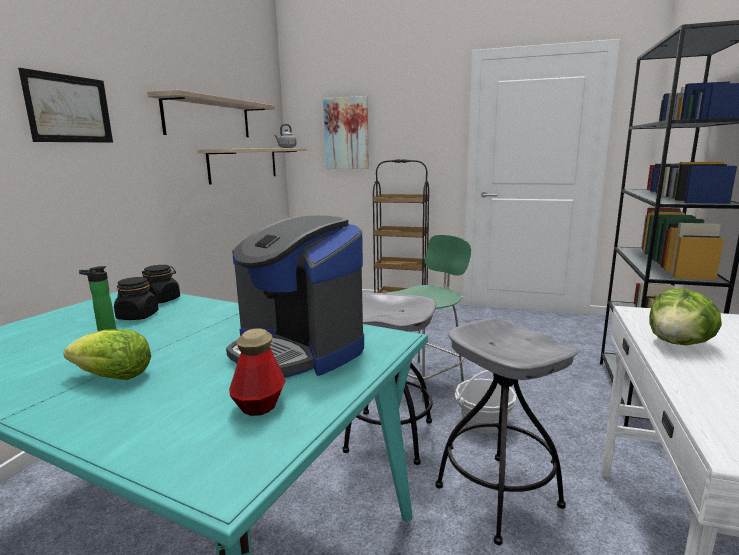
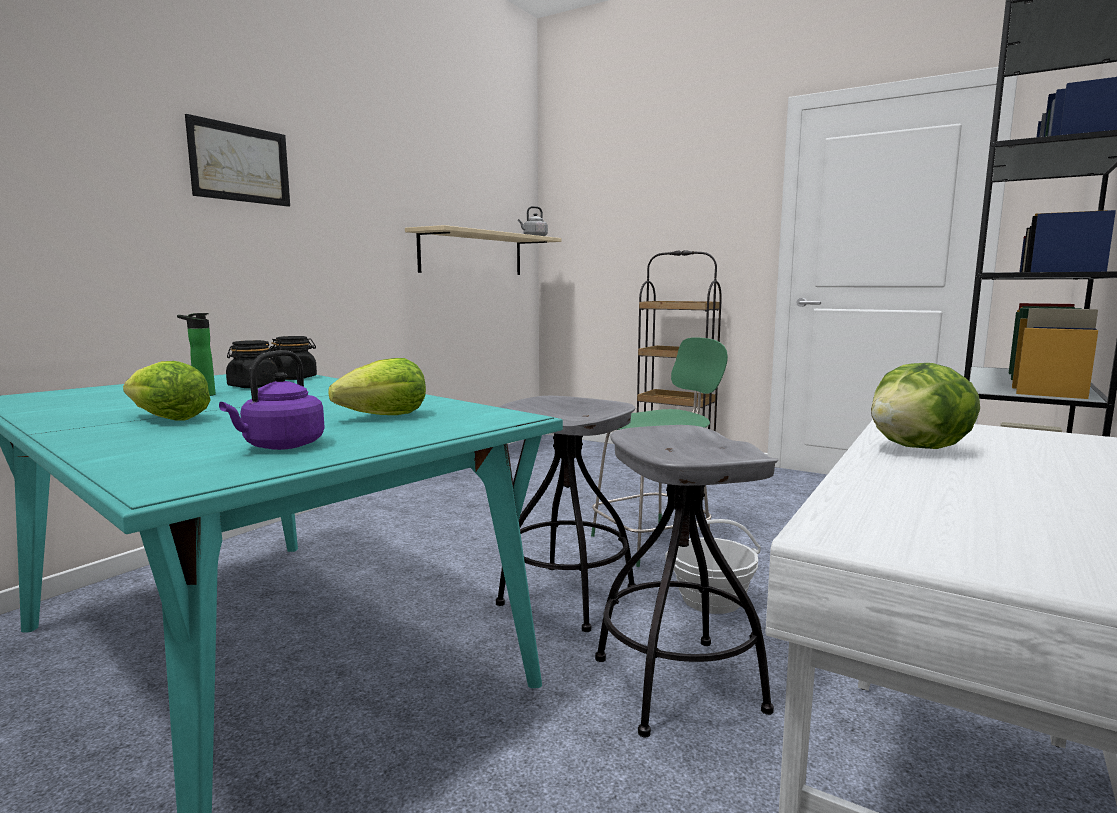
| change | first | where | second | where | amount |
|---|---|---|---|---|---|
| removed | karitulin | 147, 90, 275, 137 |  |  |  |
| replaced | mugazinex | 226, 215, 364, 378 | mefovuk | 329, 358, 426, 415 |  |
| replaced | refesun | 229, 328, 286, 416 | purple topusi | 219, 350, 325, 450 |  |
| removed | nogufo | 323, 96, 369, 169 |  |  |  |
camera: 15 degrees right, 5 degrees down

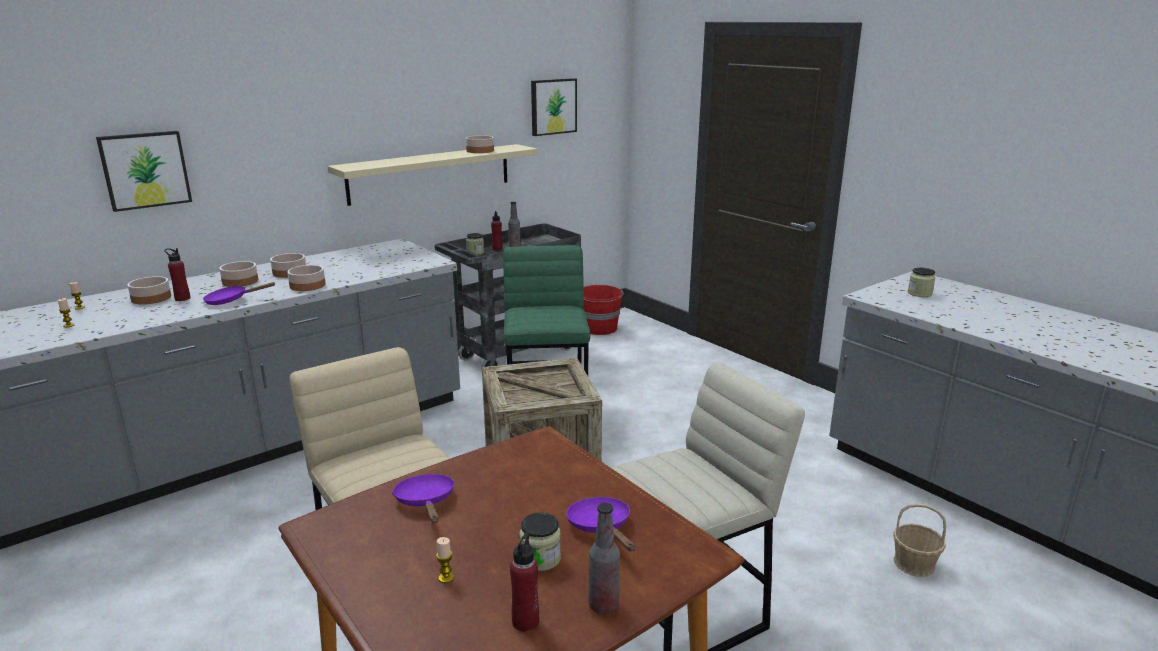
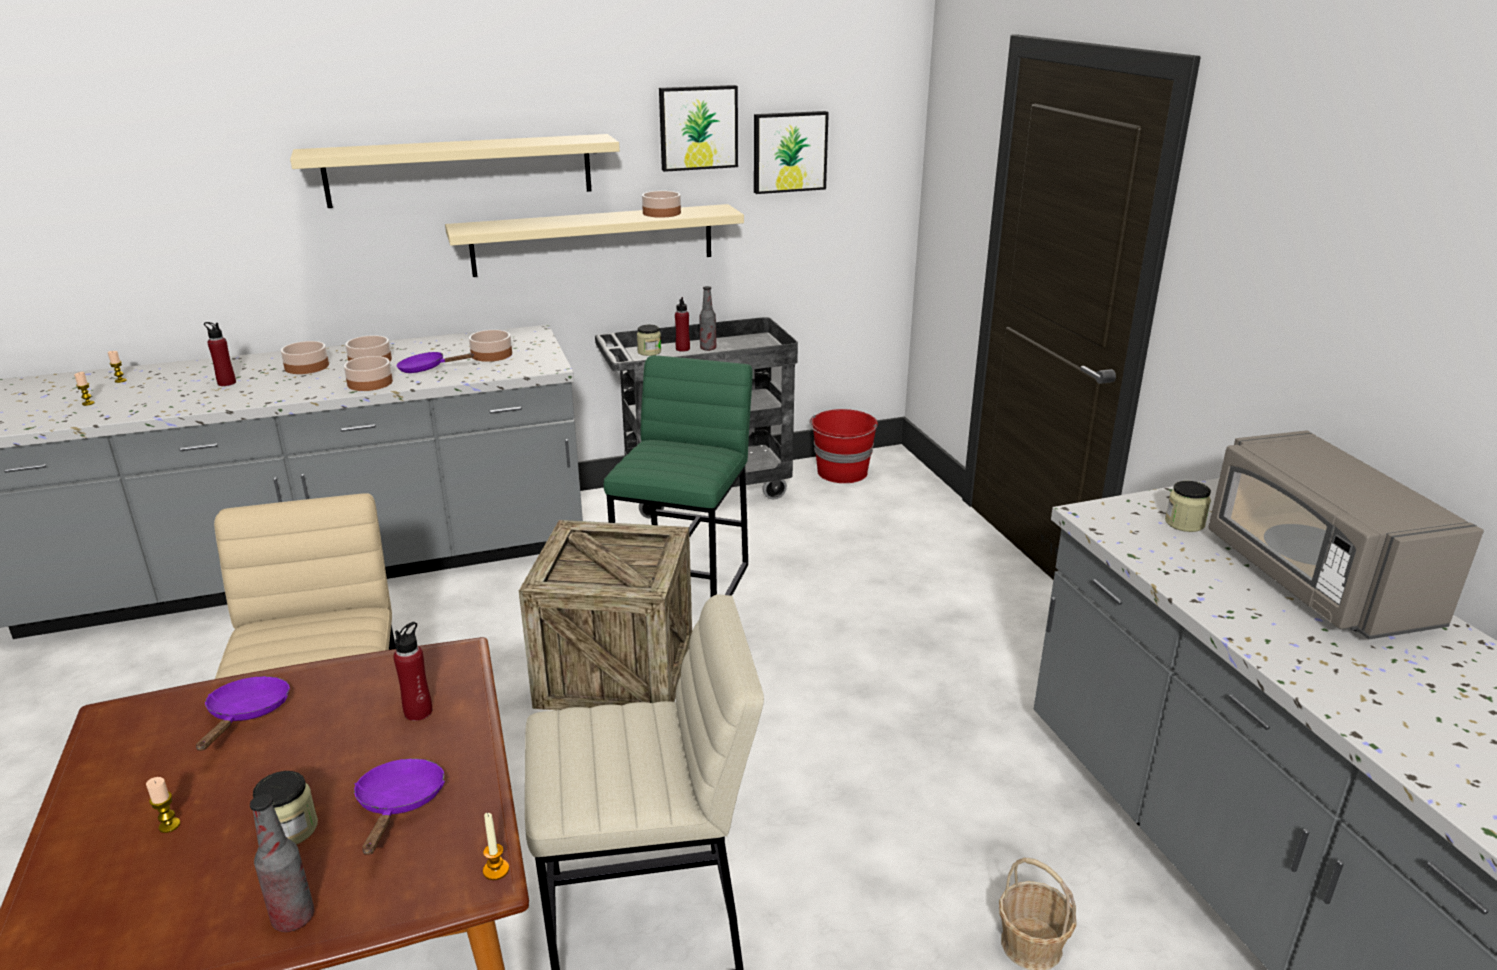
| change | first | where | second | where | amount |
|---|---|---|---|---|---|
| moved | nogufo | 96, 131, 192, 212 |  | 659, 85, 738, 172 |  |
| moved | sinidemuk | 127, 276, 171, 304 |  | 469, 330, 512, 362 |  |
| moved | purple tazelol | 203, 282, 275, 305 |  | 397, 352, 474, 373 |  |
| moved | red refesun | 510, 532, 539, 632 |  | 393, 622, 432, 721 |  |
| added |  |  | beige karitulin | 290, 134, 620, 208 |  |
| added |  |  | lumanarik | 483, 813, 509, 880 |  |
| added |  |  | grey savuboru | 1208, 430, 1484, 639 |  |
camera: 20 degrees right, 5 degrees up

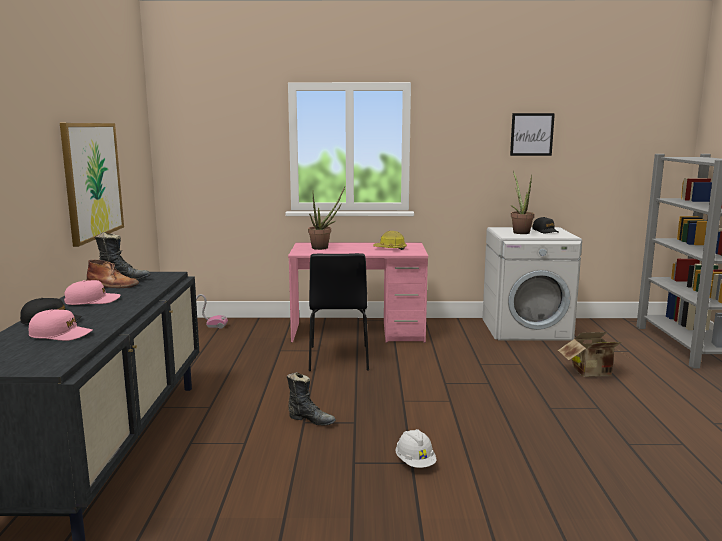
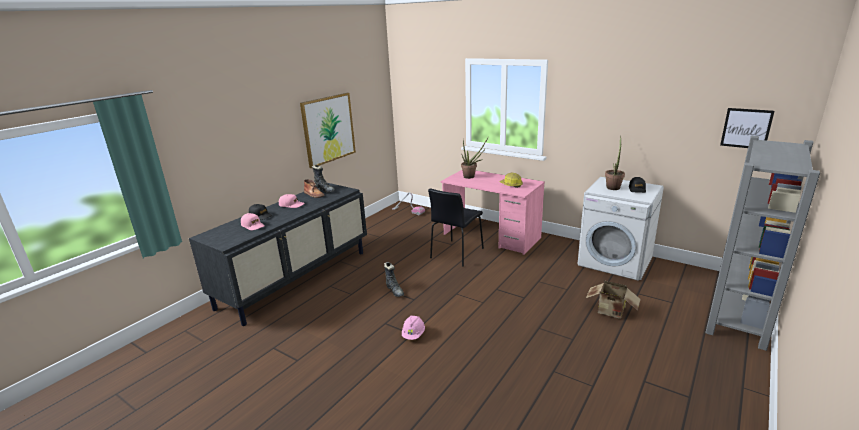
| change | first | where | second | where | amount |
|---|---|---|---|---|---|
| recoloured | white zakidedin | 395, 429, 437, 468 | pink zakidedin | 402, 315, 425, 340 |  |
| moved | nogufo | 510, 113, 555, 156 |  | 720, 108, 774, 148 |  |
camera: 35 degrees right, 10 degrees up

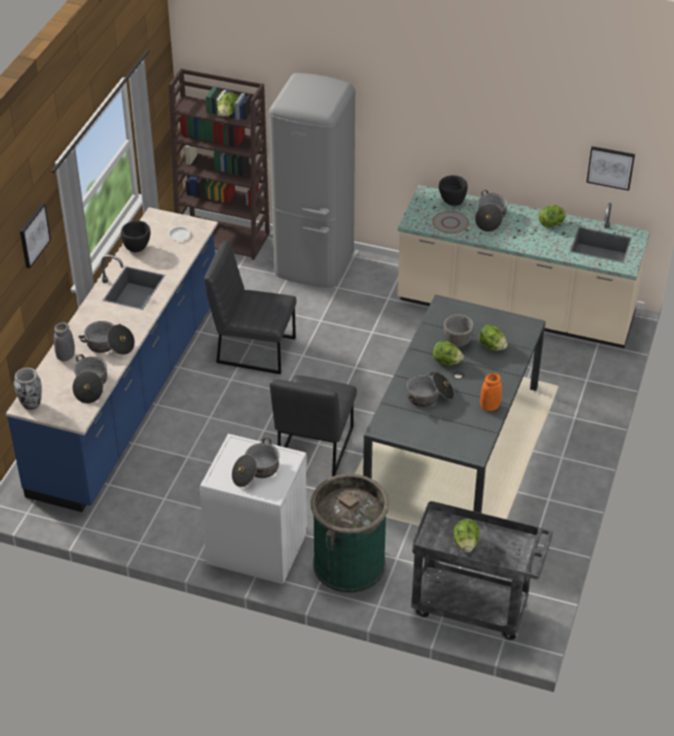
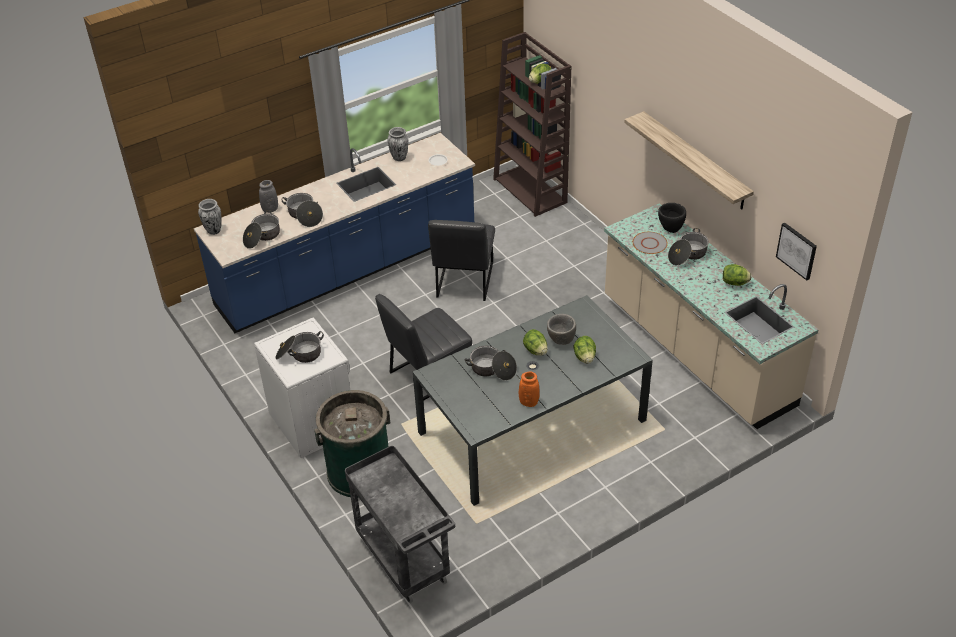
| change | first | where | second | where | amount |
|---|---|---|---|---|---|
| removed | nogufo | 20, 203, 51, 268 |  |  |  |
| replaced | black sinidemuk | 121, 220, 150, 252 | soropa | 388, 127, 408, 161 |  |
| turned | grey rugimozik | 204, 241, 297, 374 |  | 428, 220, 495, 301 | 135 degrees counterclockwise |
| removed | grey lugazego | 269, 73, 355, 288 |  |  |  |
| removed | mefovuk | 453, 519, 480, 553 |  |  |  |
| added |  |  | karitulin | 624, 111, 754, 209 |  |
camera: 40 degrees right, 0 degrees up

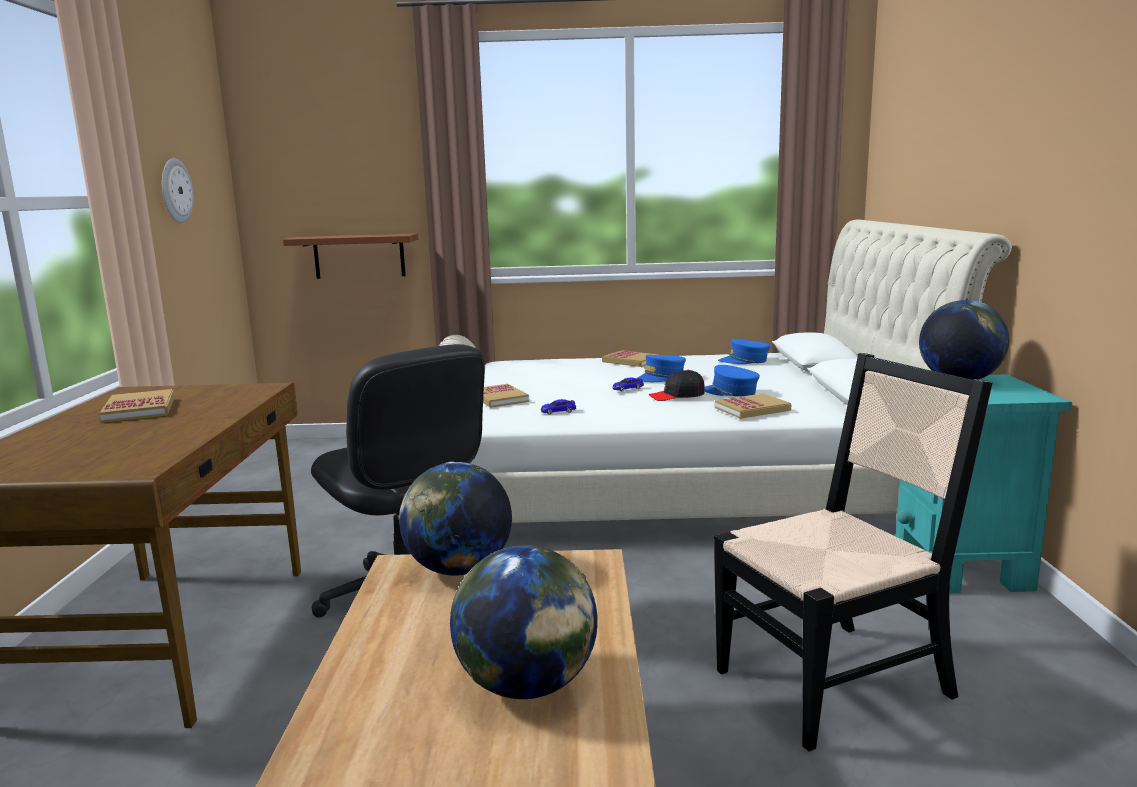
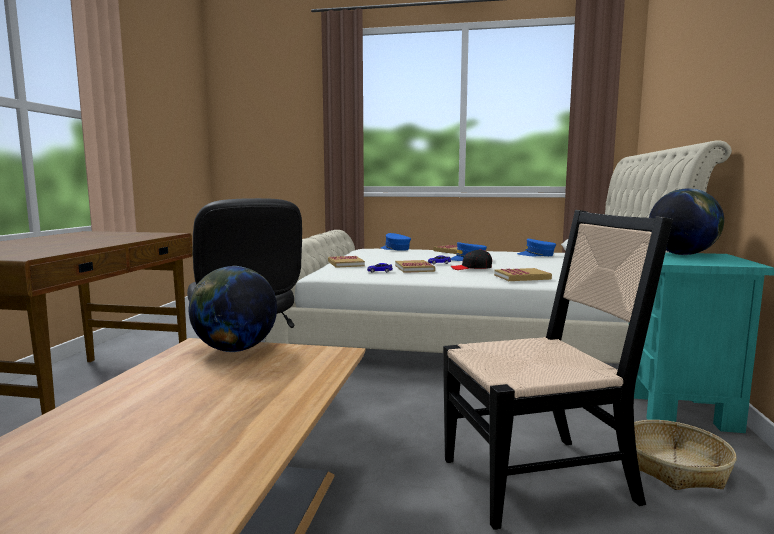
| change | first | where | second | where | amount |
|---|---|---|---|---|---|
| moved | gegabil | 100, 389, 175, 423 |  | 395, 260, 435, 273 |  |
| removed | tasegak | 162, 158, 194, 223 |  |  |  |
| removed | brown karitulin | 283, 233, 418, 279 |  |  |  |
| removed | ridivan | 450, 545, 598, 699 |  |  |  |
| moved | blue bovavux | 704, 365, 760, 397 |  | 381, 233, 411, 251 |  |
| added |  |  | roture | 634, 420, 736, 490 |  |
camera: 10 degrees right, 5 degrees down

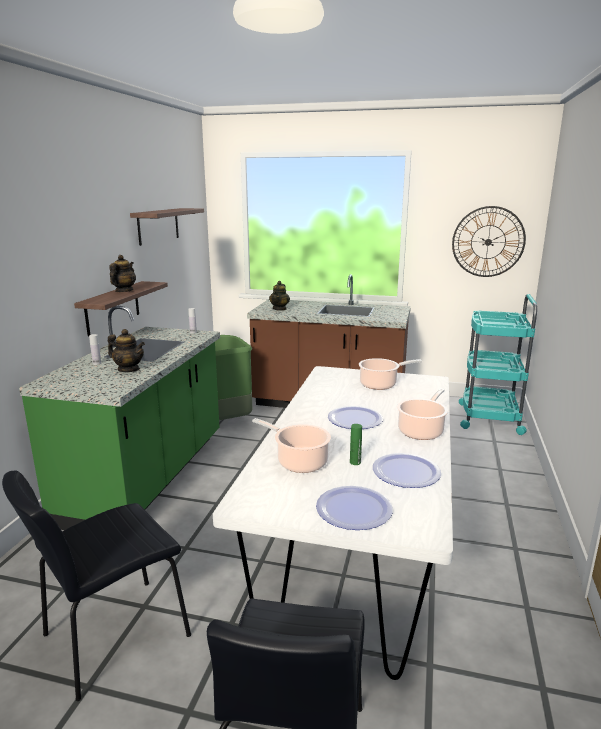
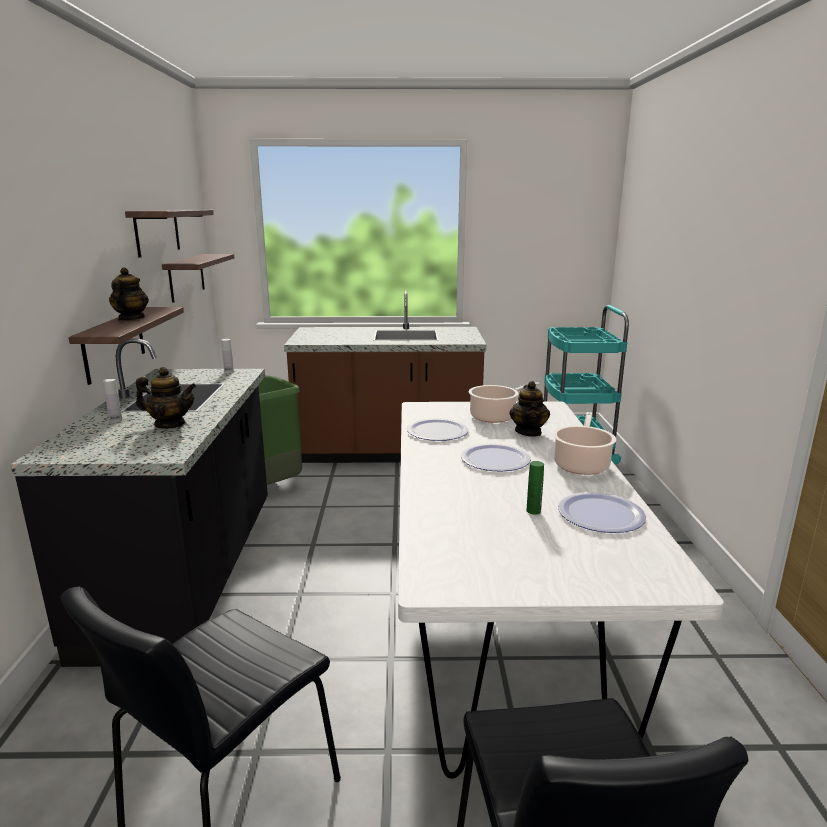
| change | first | where | second | where | amount |
|---|---|---|---|---|---|
| recoloured | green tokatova | 19, 306, 220, 530 | black tokatova | 10, 338, 268, 667 |  |
| removed | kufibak | 252, 418, 331, 473 |  |  |  |
| moved | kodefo | 269, 281, 290, 311 |  | 509, 381, 550, 437 |  |
| moved | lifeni | 316, 486, 392, 530 |  | 407, 418, 469, 441 |  |
| removed | tasegak | 452, 206, 526, 277 |  |  |  |
| added |  |  | karitulin | 162, 254, 234, 303 |  |
camera: 15 degrees left, 0 degrees up

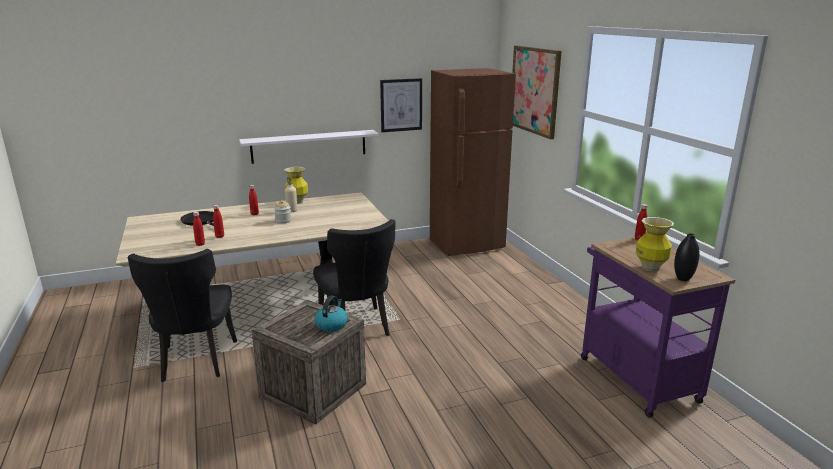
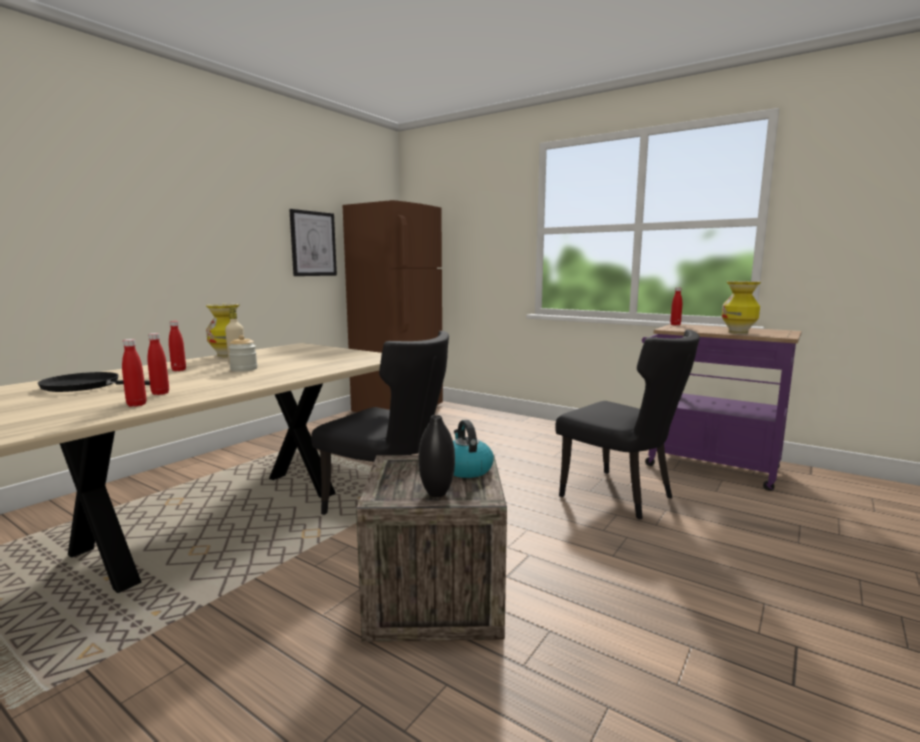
| change | first | where | second | where | amount |
|---|---|---|---|---|---|
| moved | black rugimozik | 128, 249, 237, 382 |  | 555, 329, 700, 519 |  |
| removed | white karitulin | 239, 130, 379, 164 |  |  |  |
| removed | nogufo | 512, 46, 561, 139 |  |  |  |
| moved | black soropa | 674, 233, 700, 281 |  | 418, 415, 455, 497 |  |
camera: 35 degrees left, 10 degrees down

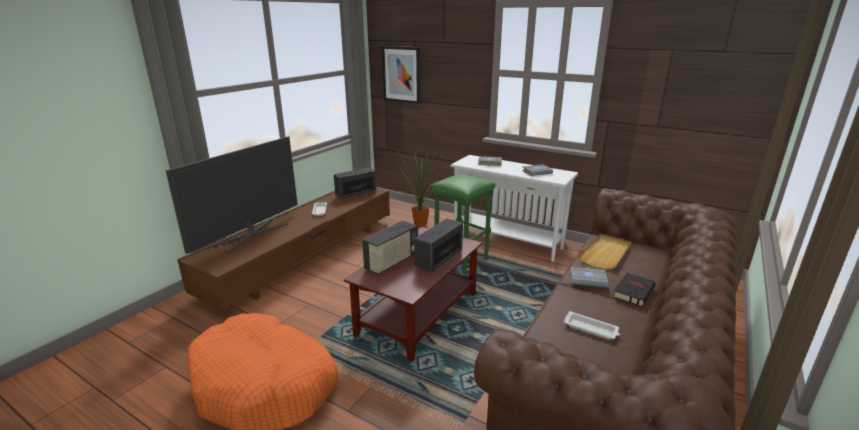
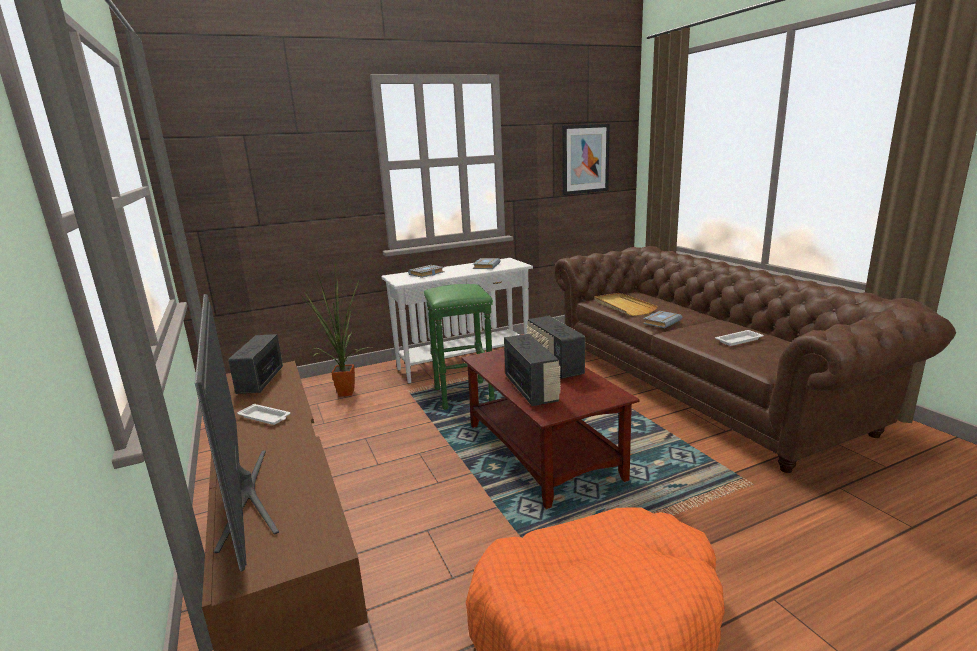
| change | first | where | second | where | amount |
|---|---|---|---|---|---|
| moved | nogufo | 382, 46, 420, 104 |  | 562, 124, 610, 195 |  |
| removed | black gegabil | 613, 273, 656, 307 |  |  |  |
camera: 55 degrees left, 5 degrees down

